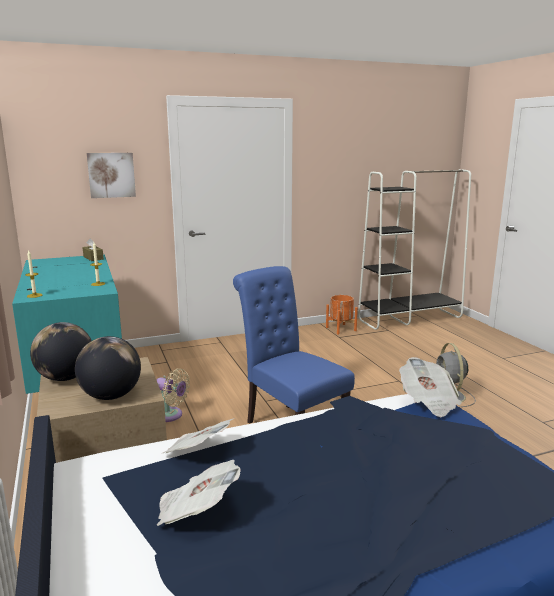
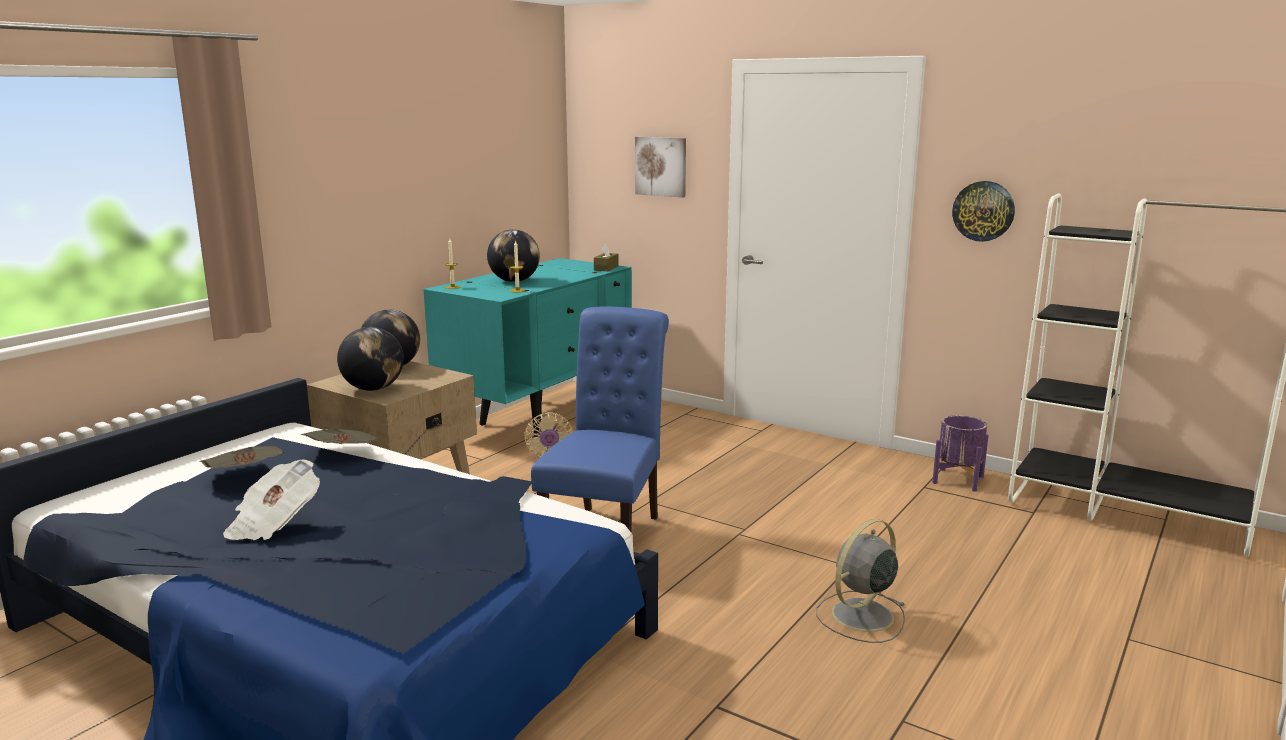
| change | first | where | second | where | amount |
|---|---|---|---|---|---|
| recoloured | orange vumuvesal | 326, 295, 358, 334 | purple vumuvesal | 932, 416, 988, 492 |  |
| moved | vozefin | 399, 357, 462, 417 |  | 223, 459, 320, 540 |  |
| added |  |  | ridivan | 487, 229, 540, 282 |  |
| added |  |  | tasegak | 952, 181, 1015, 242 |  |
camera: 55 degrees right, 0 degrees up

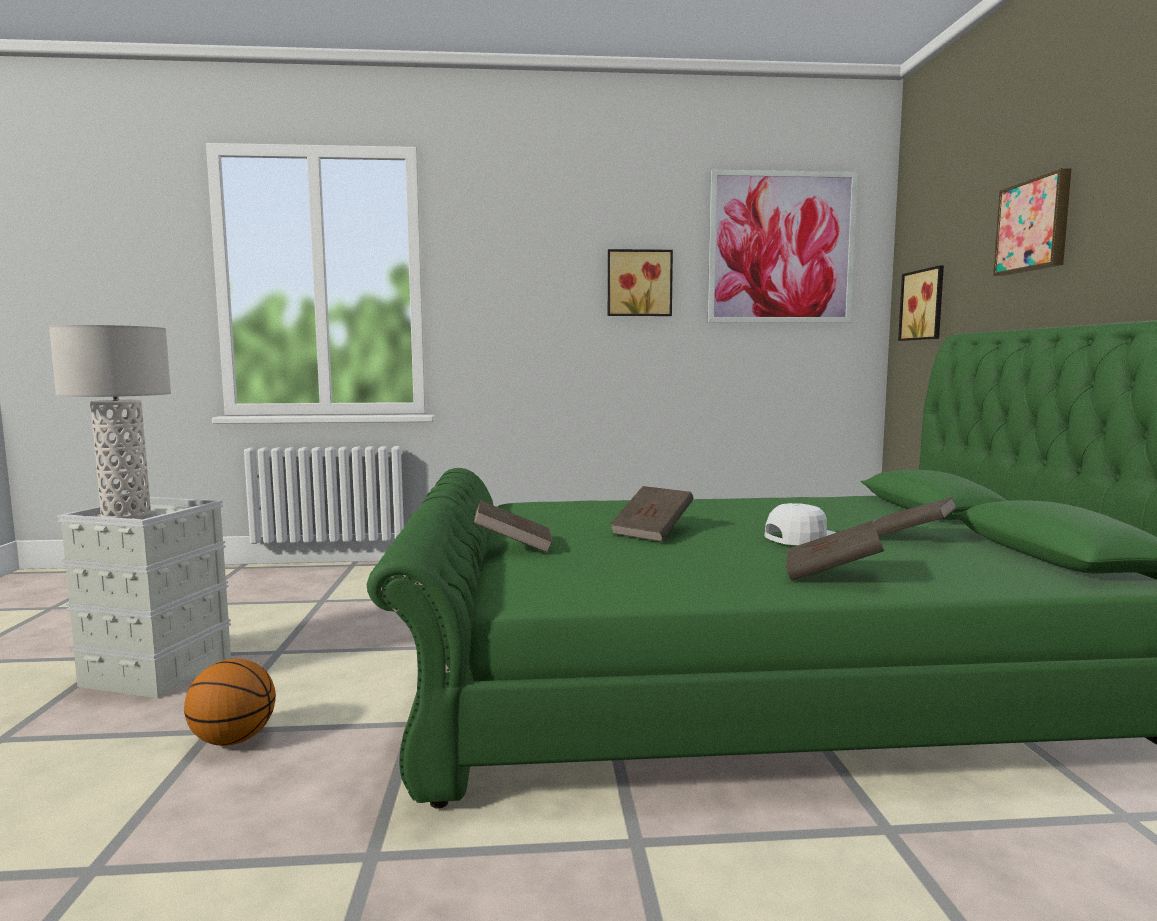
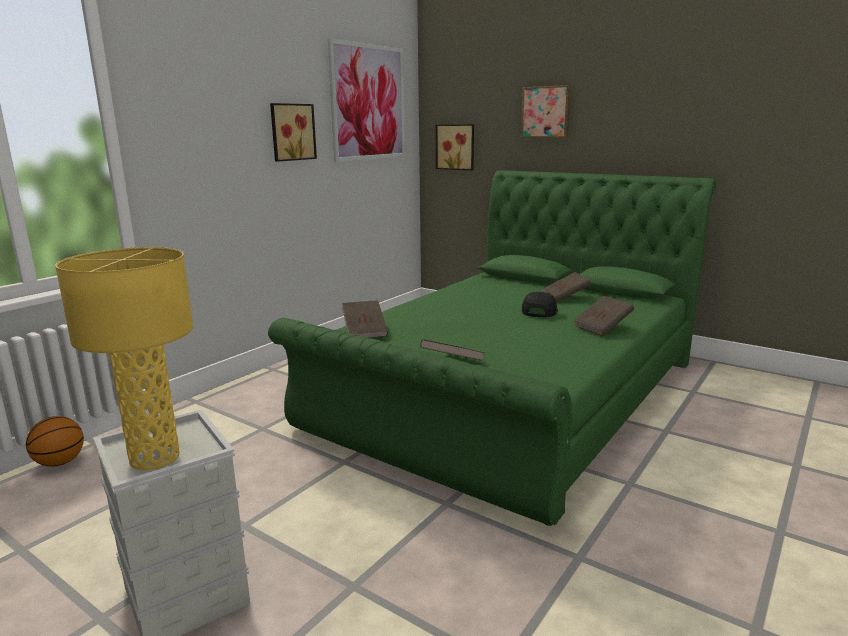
| change | first | where | second | where | amount |
|---|---|---|---|---|---|
| recoloured | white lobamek | 49, 325, 171, 519 | yellow lobamek | 55, 247, 193, 470 |  |
| moved | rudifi | 184, 659, 276, 746 |  | 26, 416, 84, 467 |  |
| moved | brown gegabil | 610, 486, 693, 542 |  | 342, 300, 388, 338 |  |
| recoloured | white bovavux | 765, 503, 837, 545 | black bovavux | 522, 292, 558, 317 |  |
camera: 50 degrees left, 10 degrees up

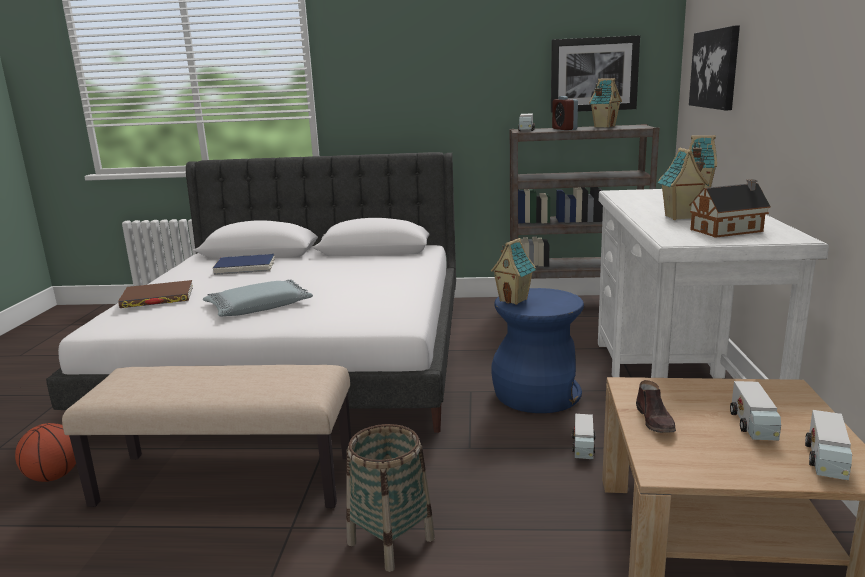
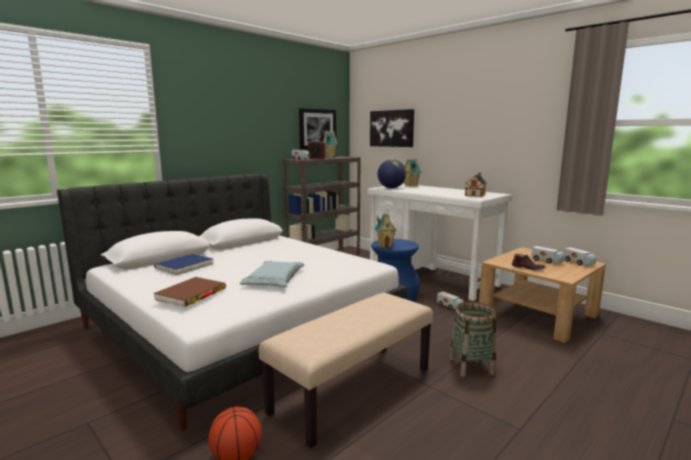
| change | first | where | second | where | amount |
|---|---|---|---|---|---|
| removed | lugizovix | 658, 148, 709, 220 |  |  |  |
| added |  |  | ridivan | 377, 159, 406, 188 |  |
camera: 50 degrees left, 5 degrees down

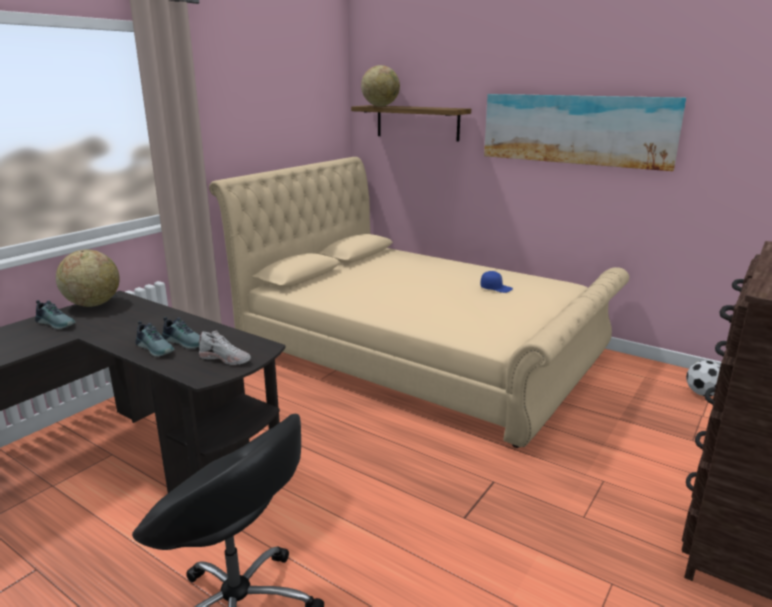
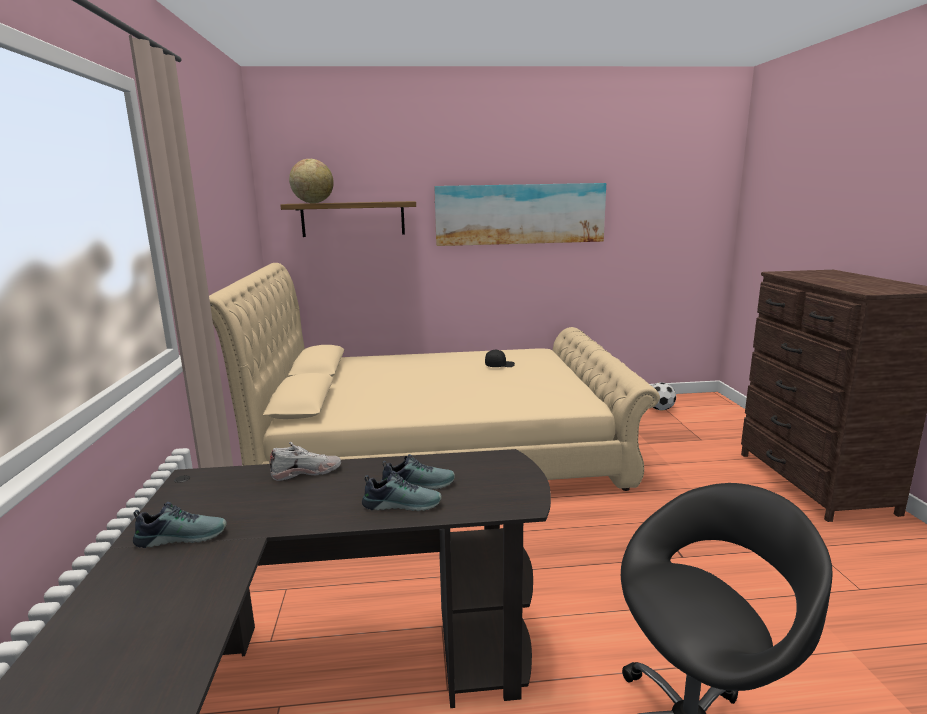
| change | first | where | second | where | amount |
|---|---|---|---|---|---|
| removed | ridivan | 56, 250, 119, 307 |  |  |  |
| moved | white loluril | 199, 330, 251, 365 |  | 269, 442, 341, 481 |  |
| recoloured | blue bovavux | 481, 271, 513, 293 | black bovavux | 485, 350, 515, 367 |  |
camera: 40 degrees left, 5 degrees down

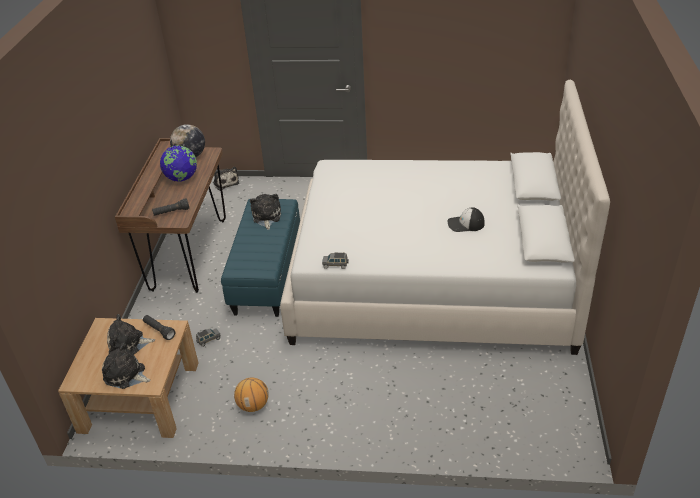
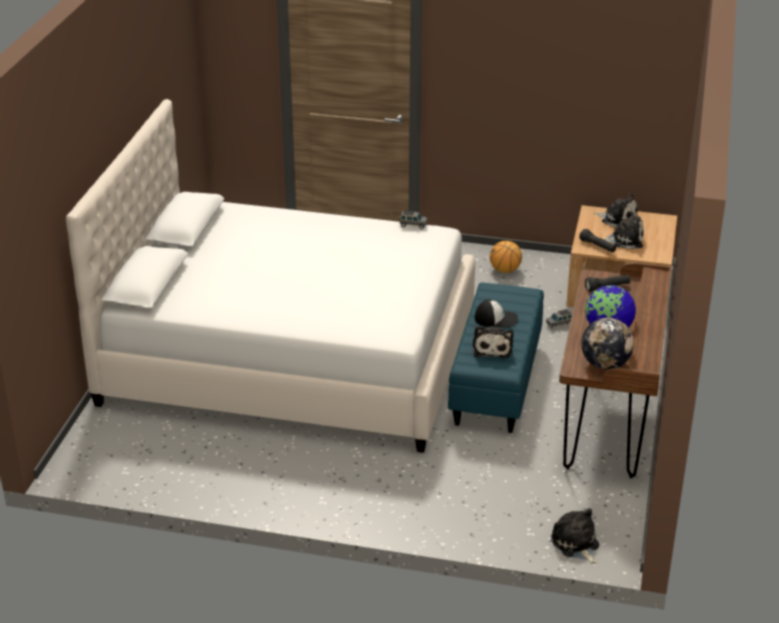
| change | first | where | second | where | amount |
|---|---|---|---|---|---|
| moved | bovavux | 447, 207, 485, 232 |  | 475, 300, 518, 328 |  |
camera: 175 degrees left, 5 degrees down

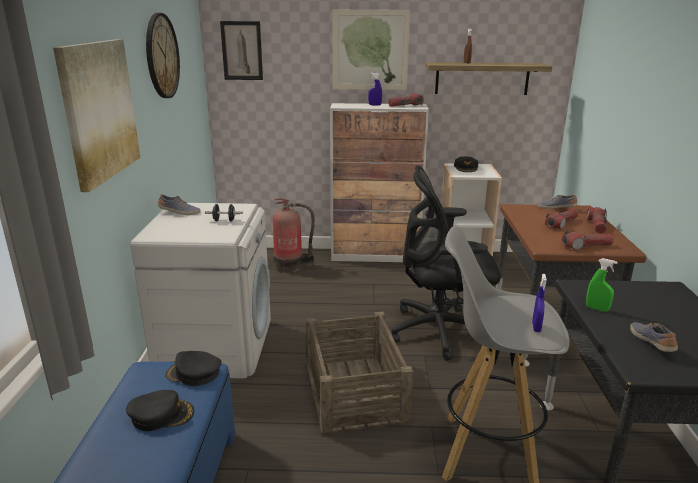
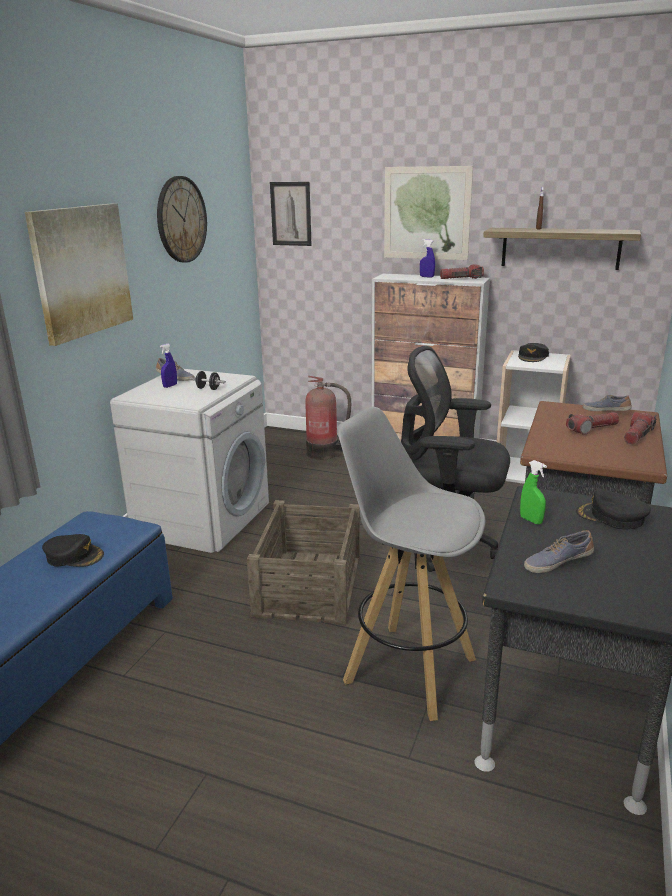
| change | first | where | second | where | amount |
|---|---|---|---|---|---|
| moved | black bovavux | 165, 351, 222, 386 |  | 576, 489, 651, 529 |  |
| moved | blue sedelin | 532, 274, 547, 332 |  | 160, 344, 177, 388 |  |
| removed | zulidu | 561, 231, 614, 250 |  |  |  |
| turned | loluril | 630, 322, 678, 352 |  | 524, 530, 594, 573 | 120 degrees counterclockwise |
camera: 20 degrees right, 0 degrees up

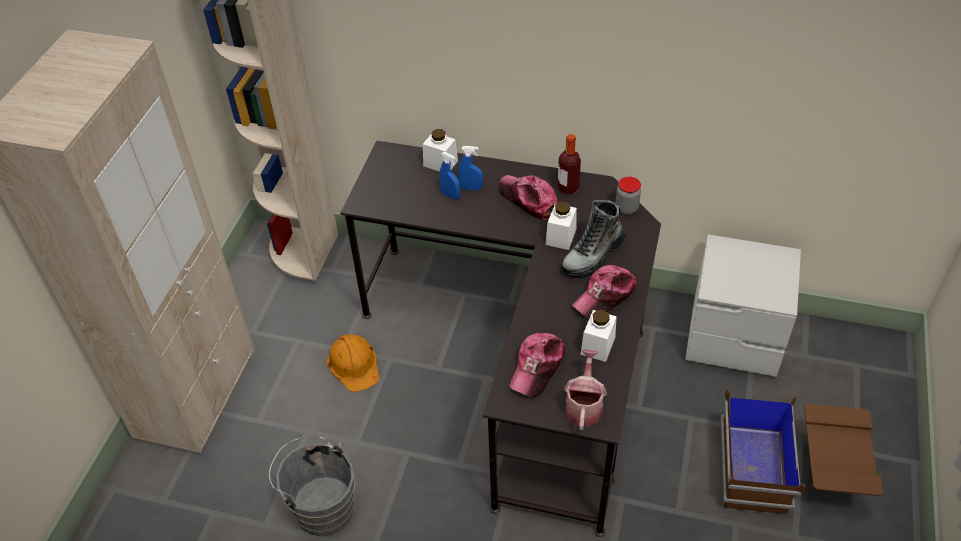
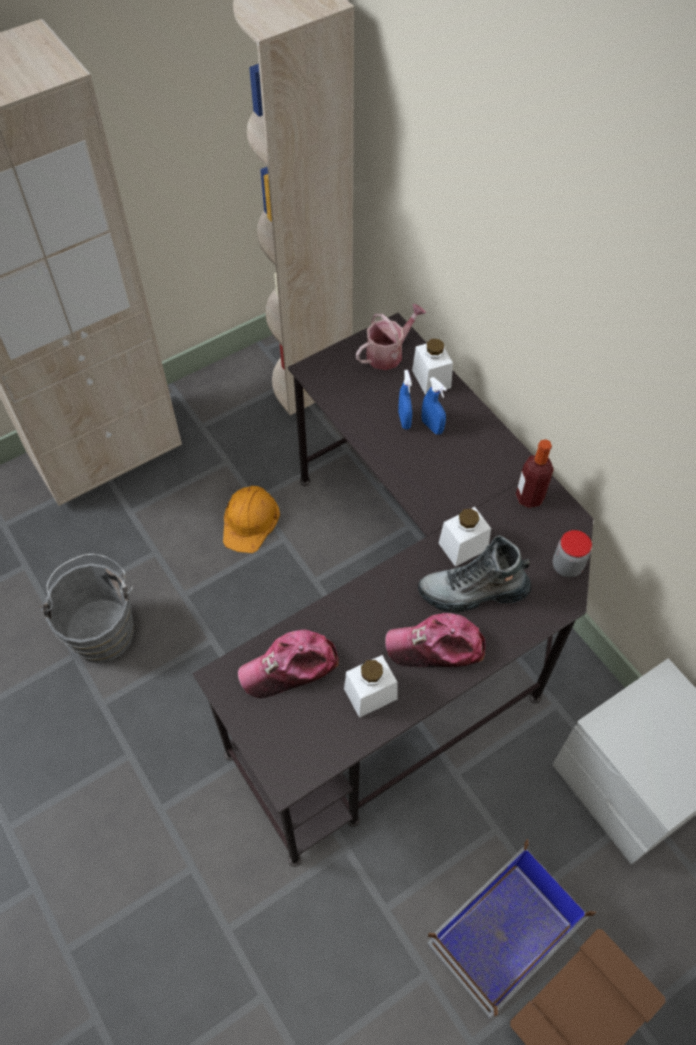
| change | first | where | second | where | amount |
|---|---|---|---|---|---|
| removed | bovavux | 499, 175, 558, 220 |  |  |  |
| moved | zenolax | 564, 350, 607, 430 |  | 356, 304, 426, 370 |  |
camera: 40 degrees right, 10 degrees up

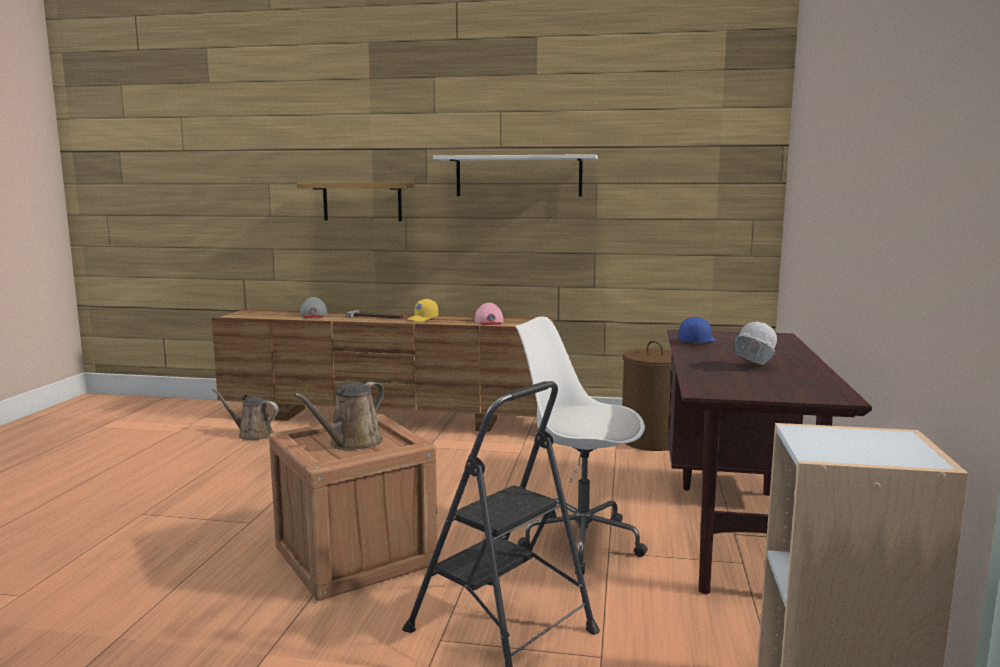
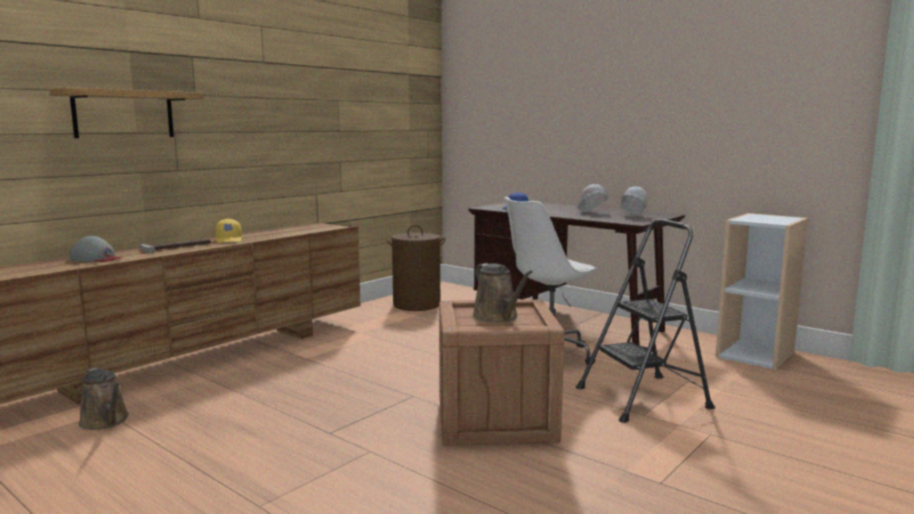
| change | first | where | second | where | amount |
|---|---|---|---|---|---|
| turned | brown zenolax | 212, 389, 279, 440 |  | 79, 367, 129, 430 | 90 degrees counterclockwise |
| removed | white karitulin | 433, 154, 598, 197 |  |  |  |
| removed | pink bovavux | 475, 303, 504, 325 |  |  |  |
| added |  |  | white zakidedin | 621, 186, 648, 215 |  |
camera: 60 degrees left, 0 degrees up

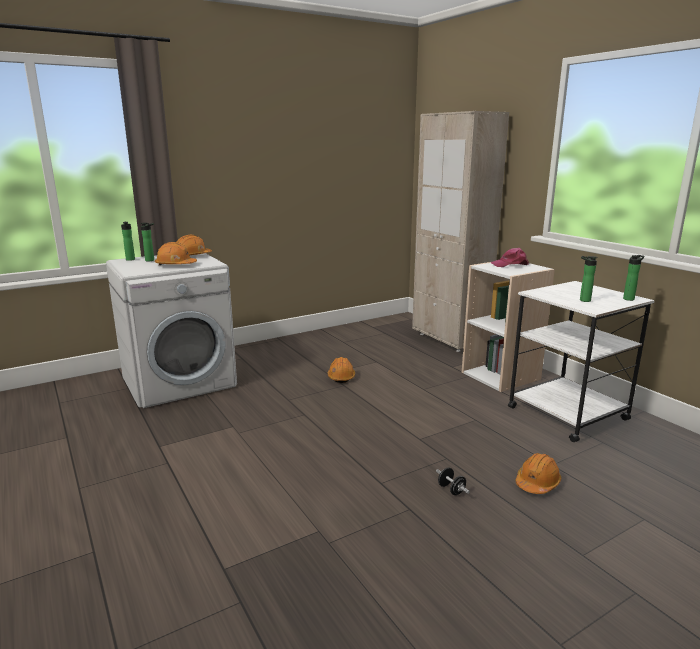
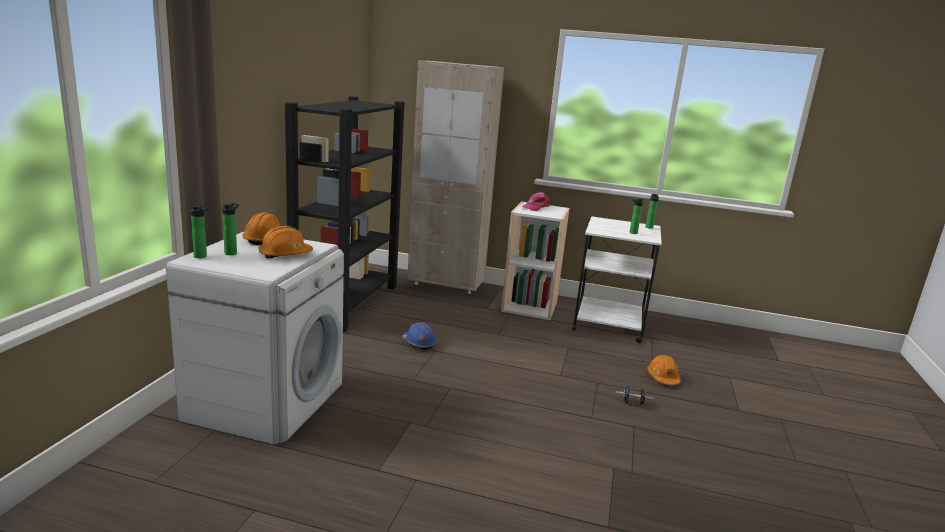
| change | first | where | second | where | amount |
|---|---|---|---|---|---|
| recoloured | orange zakidedin | 328, 357, 355, 383 | blue zakidedin | 402, 322, 437, 350 |  |
| added |  |  | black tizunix | 285, 96, 404, 332 |  |
camera: 45 degrees left, 0 degrees up

